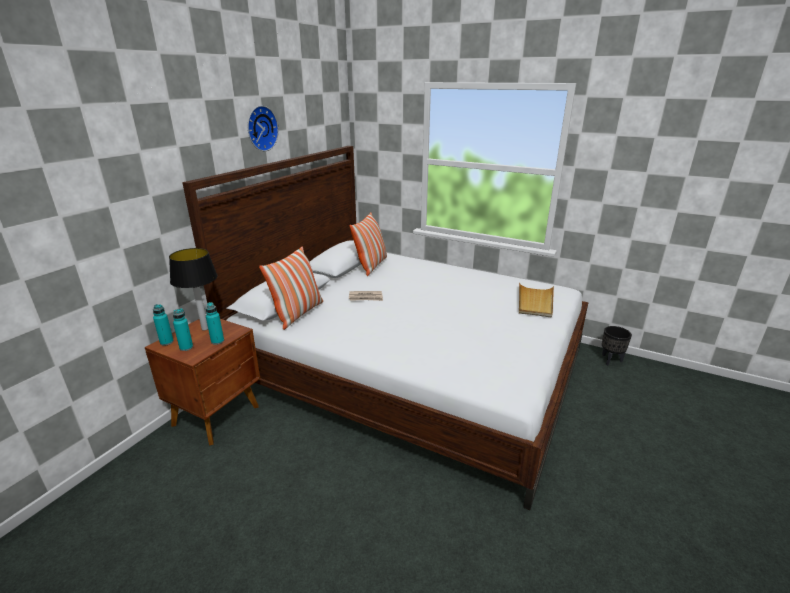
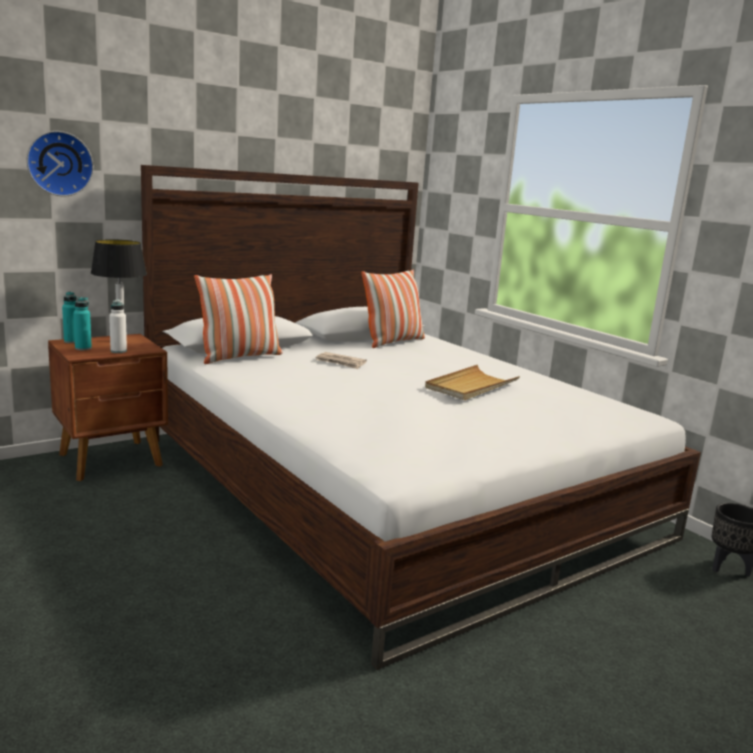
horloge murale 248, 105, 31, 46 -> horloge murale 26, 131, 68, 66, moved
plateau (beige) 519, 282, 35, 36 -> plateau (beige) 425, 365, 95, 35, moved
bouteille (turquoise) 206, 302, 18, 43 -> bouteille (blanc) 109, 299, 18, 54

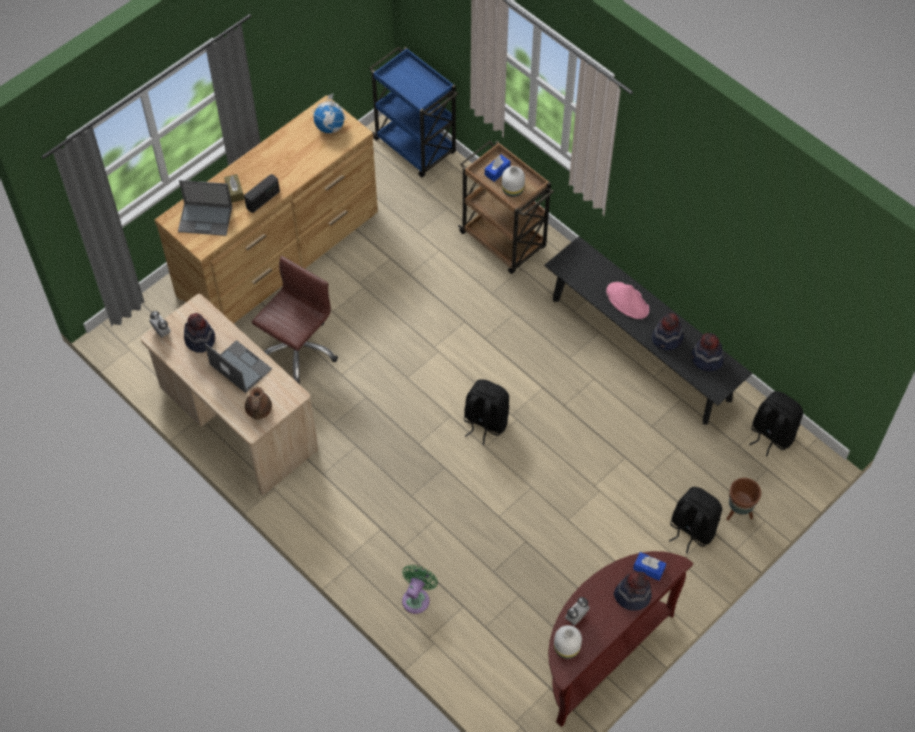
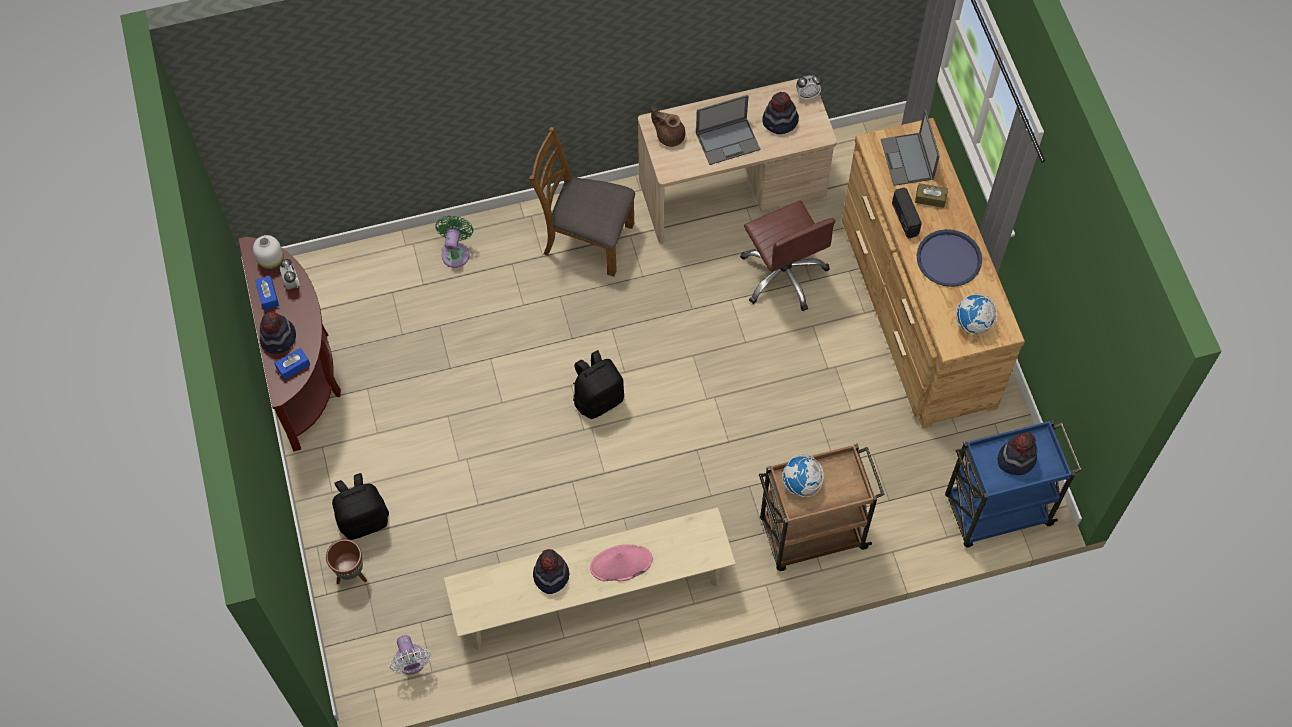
boîte à mouchoirs (bleu) 485, 155, 26, 27 -> boîte à mouchoirs (bleu) 255, 276, 24, 34, moved
vase (blanc) 502, 166, 23, 31 -> globe 782, 454, 42, 43
ordinateur portable 178, 180, 54, 56 -> ordinateur portable 881, 109, 59, 77, 45 degrees counterclockwise
banc (noir) 545, 236, 207, 189 -> banc (beige) 444, 507, 292, 143
chapeau 692, 333, 31, 38 -> chapeau 998, 432, 39, 43, moved
sac à dos (noir) 749, 391, 54, 65 -> ventilateur (blanc) 389, 635, 42, 39
ventilateur (vert) 402, 565, 36, 49 -> ventilateur (vert) 435, 216, 38, 52, 135 degrees counterclockwise
none -> chaise (marron) 529, 127, 106, 150
none -> plateau (bleu) 917, 229, 65, 58

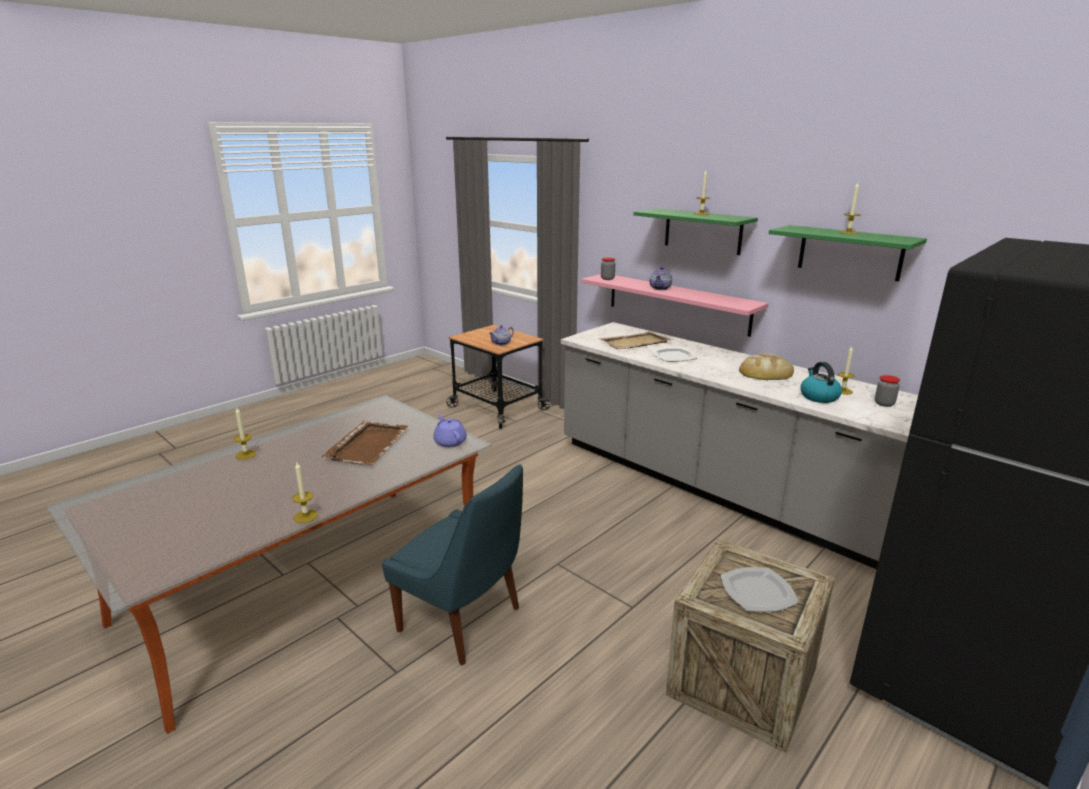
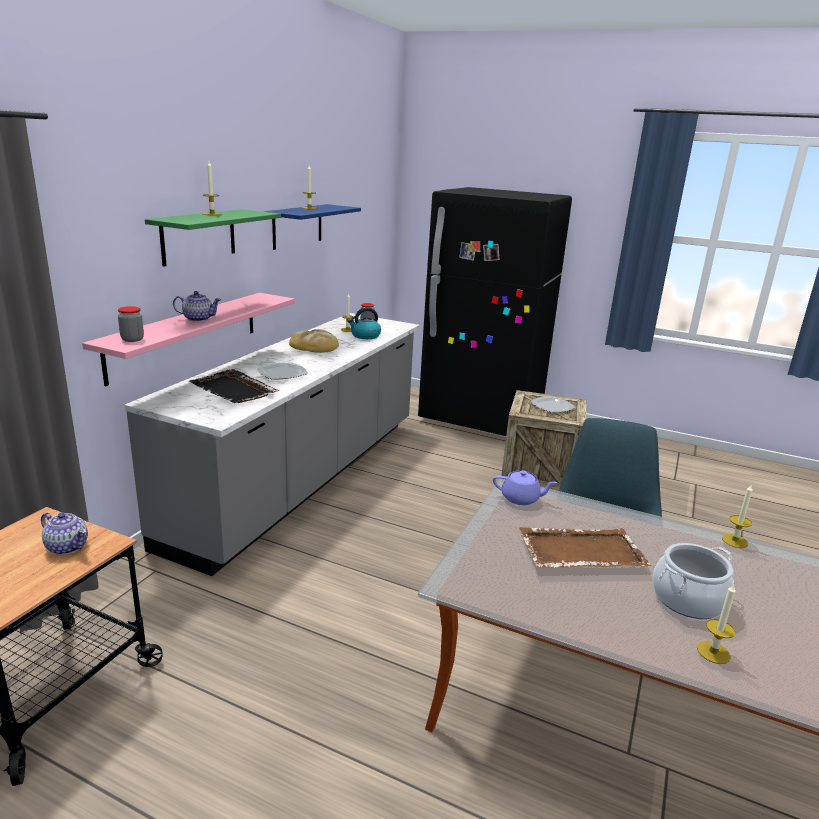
étagère (vert) 769, 225, 158, 57 -> étagère (bleu) 264, 204, 97, 46
plateau (beige) 598, 331, 75, 18 -> plateau (noir) 188, 369, 91, 34
théière (violet) 433, 414, 34, 33 -> théière (violet) 493, 470, 64, 35, 120 degrees counterclockwise
none -> marmite 653, 543, 81, 76

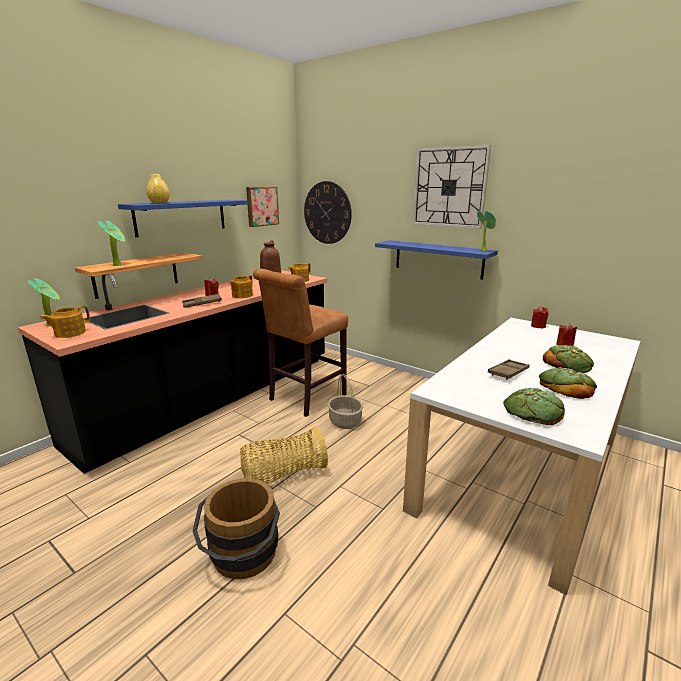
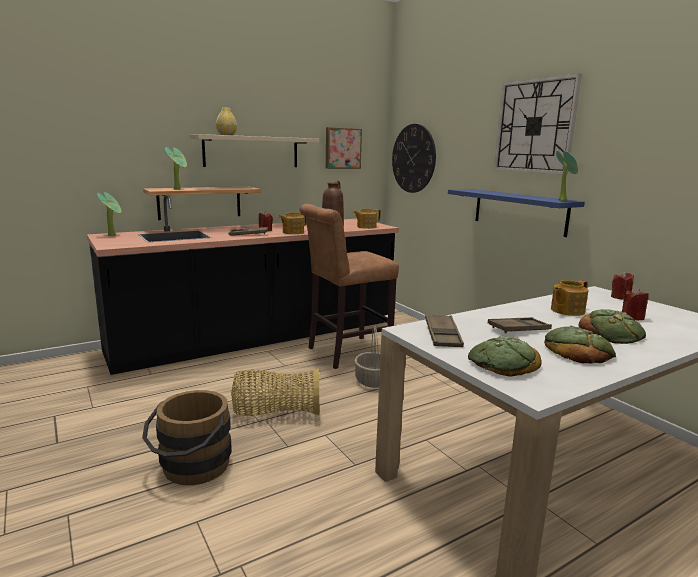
étagère (bleu) 118, 200, 130, 37 -> étagère (beige) 190, 134, 129, 33
théière 40, 305, 50, 33 -> théière 551, 280, 37, 36, moved
none -> plateau (marron) 425, 314, 39, 33

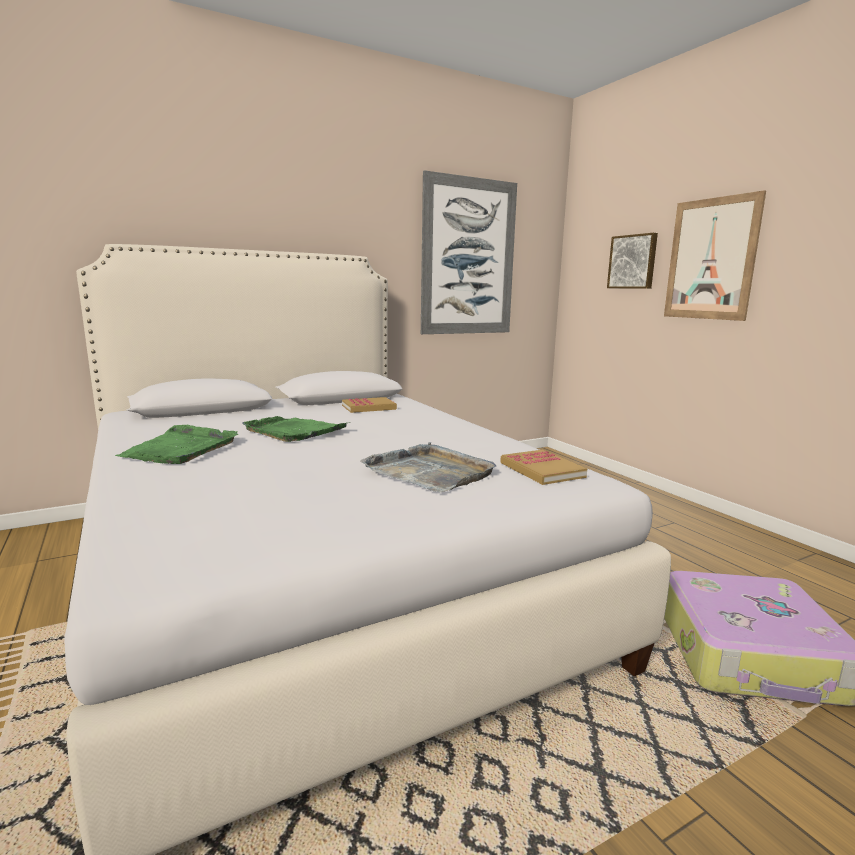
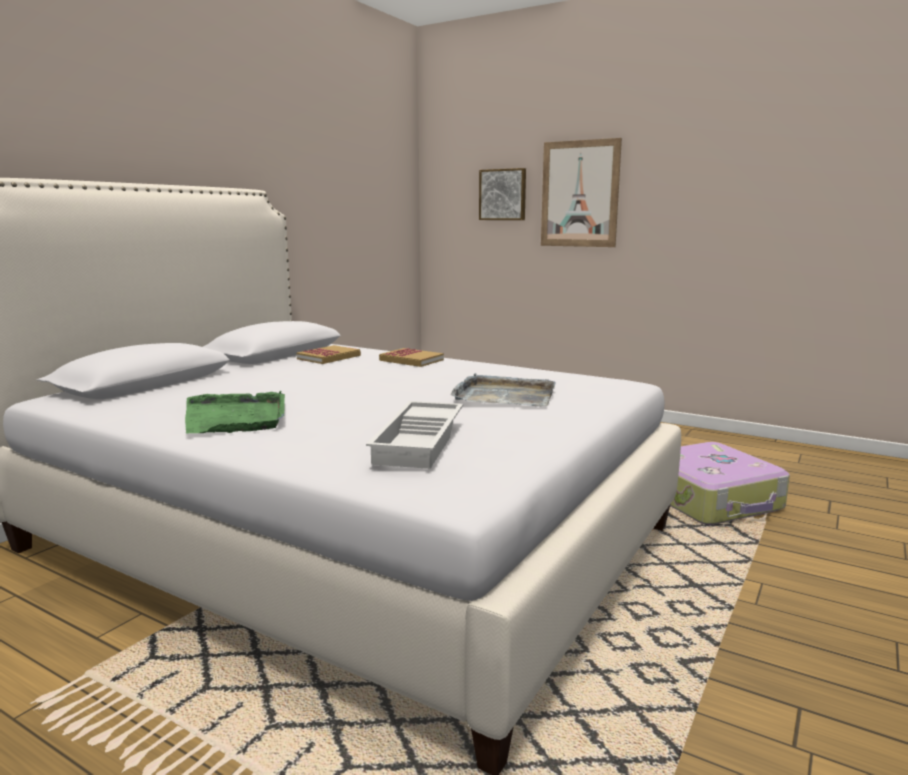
tableau 421, 170, 96, 164 -> none
plateau (vert) 242, 416, 105, 26 -> none
livre 500, 450, 87, 35 -> livre 379, 348, 65, 19, moved
none -> plateau (blanc) 366, 401, 97, 68

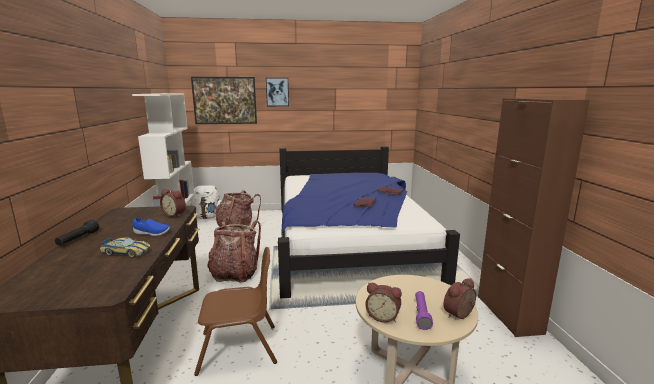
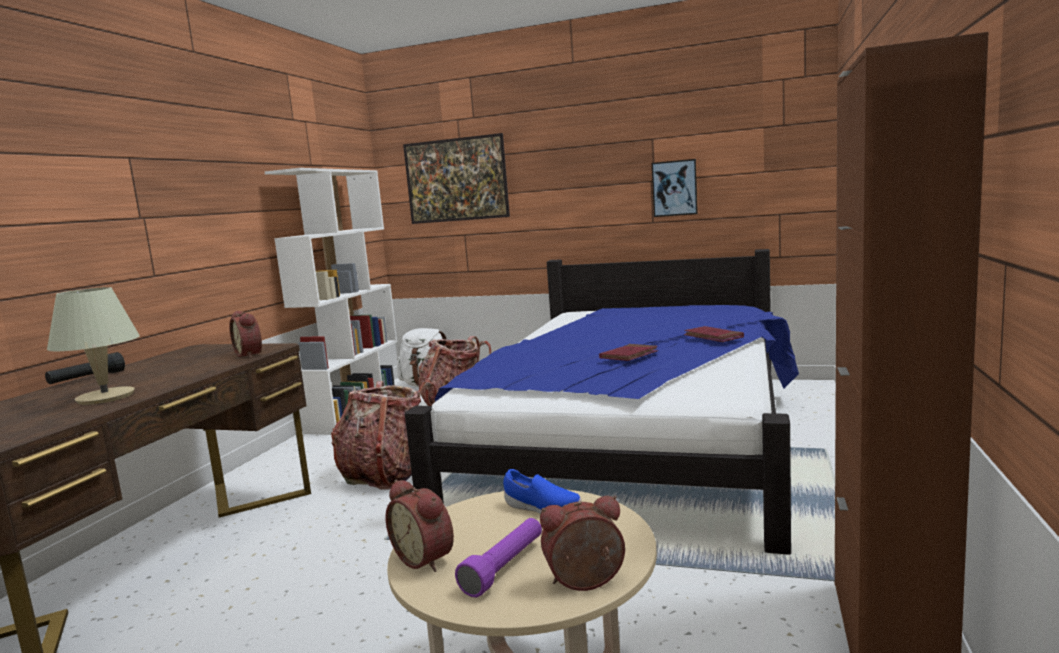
tableau 266, 78, 23, 28 -> tableau 652, 159, 46, 58, moved
chaussure (bleu) 132, 217, 38, 19 -> chaussure (bleu) 503, 469, 79, 45, moved
petite voiture 100, 237, 51, 20 -> lampe de table (beige) 47, 287, 93, 118
chaise (marron) 194, 247, 83, 129 -> none

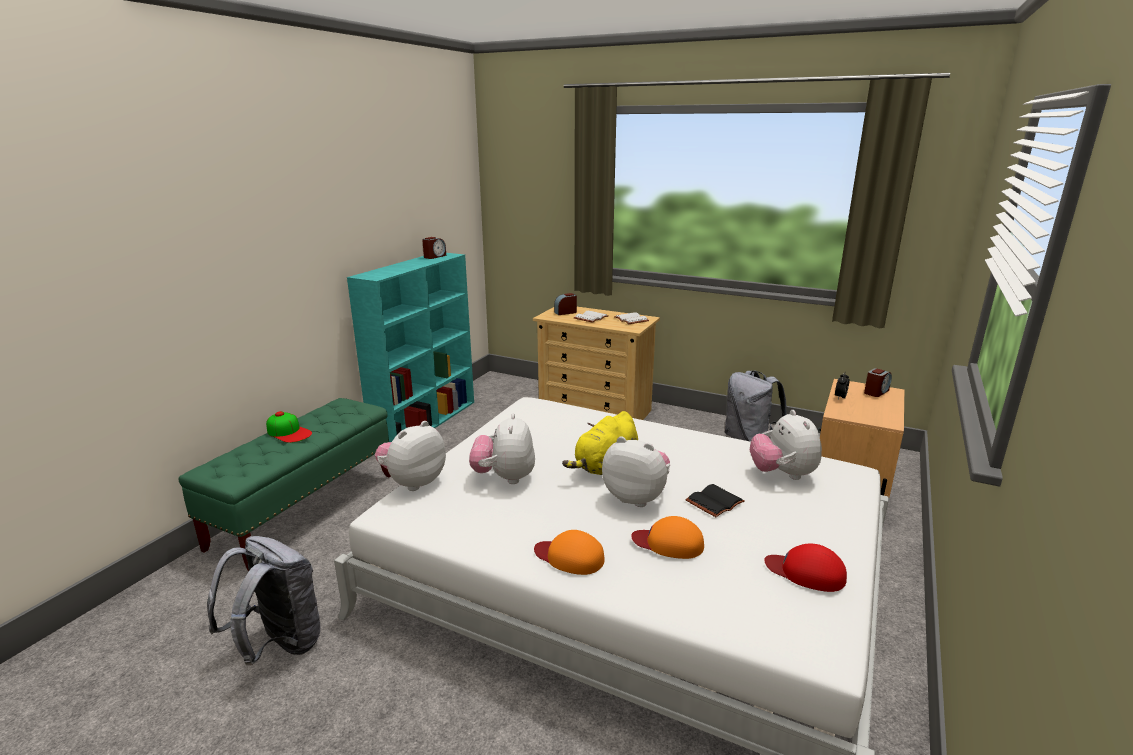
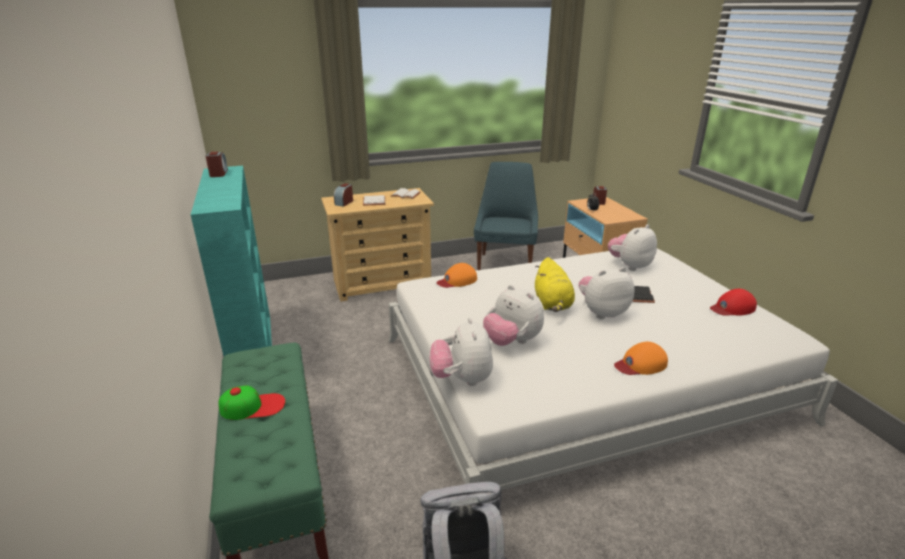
sac à dos (gris) 725, 371, 62, 71 -> chaise (bleu) 474, 162, 64, 108
peluche 750, 410, 72, 70 -> peluche 608, 225, 49, 46, 105 degrees clockwise
casquette (orange) 631, 516, 73, 43 -> casquette (orange) 436, 263, 41, 25, moved

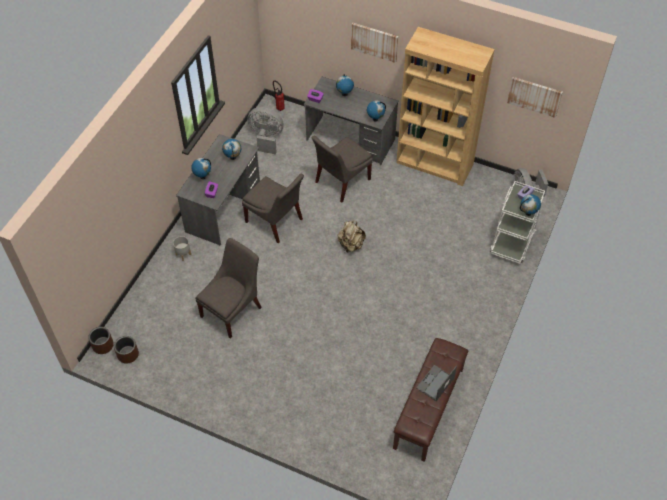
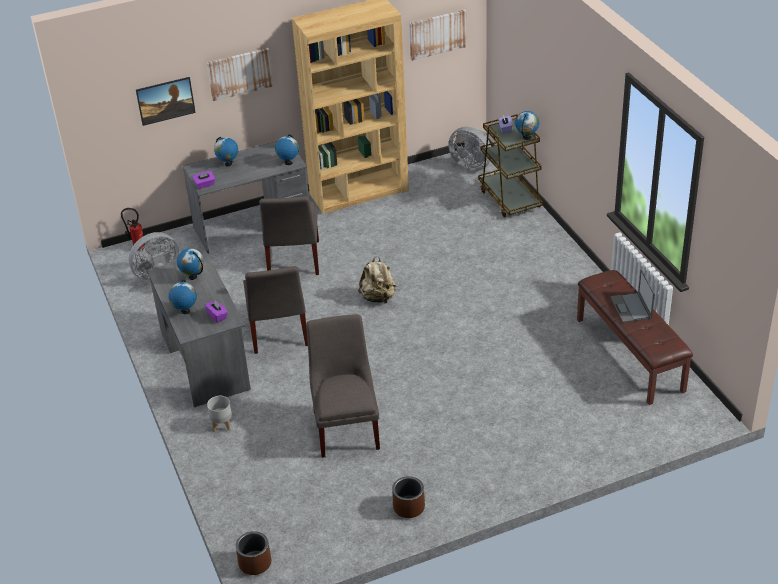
chaise (gris) 242, 174, 62, 70 -> chaise (gris) 243, 266, 65, 88, 90 degrees clockwise
chariot (blanc) 490, 181, 55, 83 -> chariot (marron) 478, 114, 65, 103
cache-pot (marron) 114, 336, 25, 28 -> cache-pot (marron) 392, 476, 33, 42, moved
none -> tableau 136, 77, 60, 49

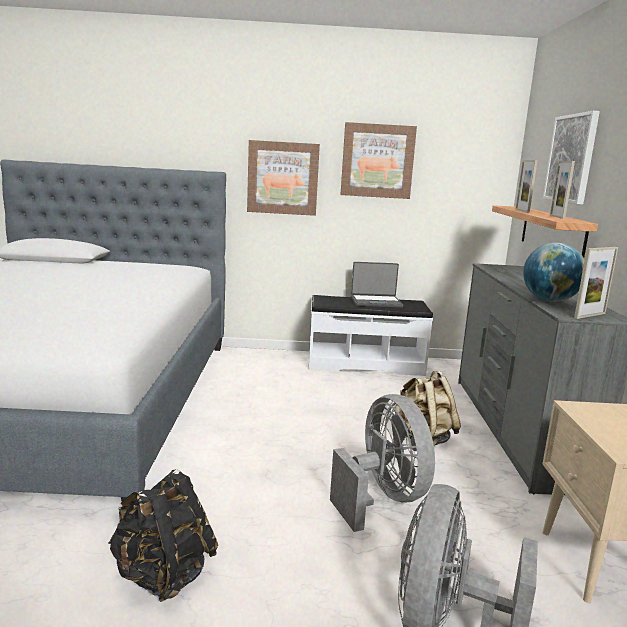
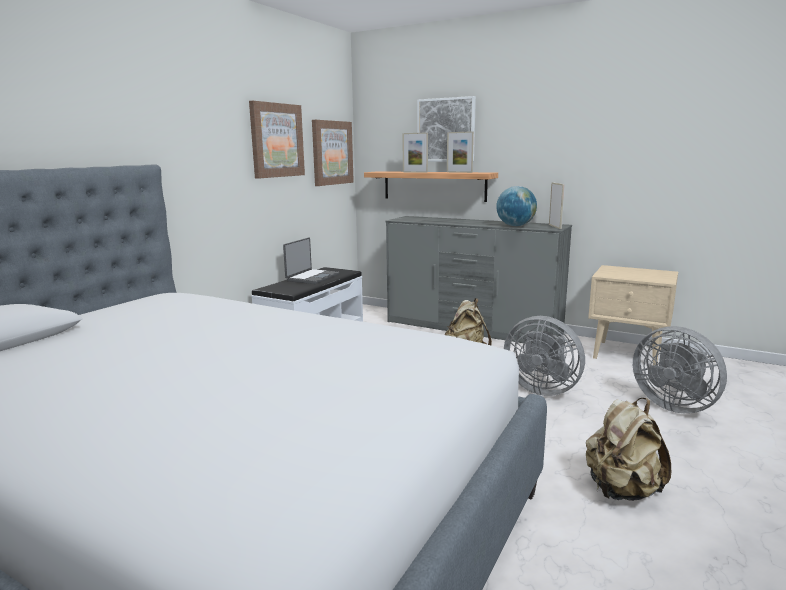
tableau 247, 140, 73, 76 -> tableau 312, 120, 42, 66, moved
ventilateur (gris) 330, 394, 105, 138 -> ventilateur (gris) 504, 316, 81, 80, 150 degrees counterclockwise
sac à dos (noir) 108, 469, 110, 133 -> sac à dos (beige) 586, 398, 85, 103

